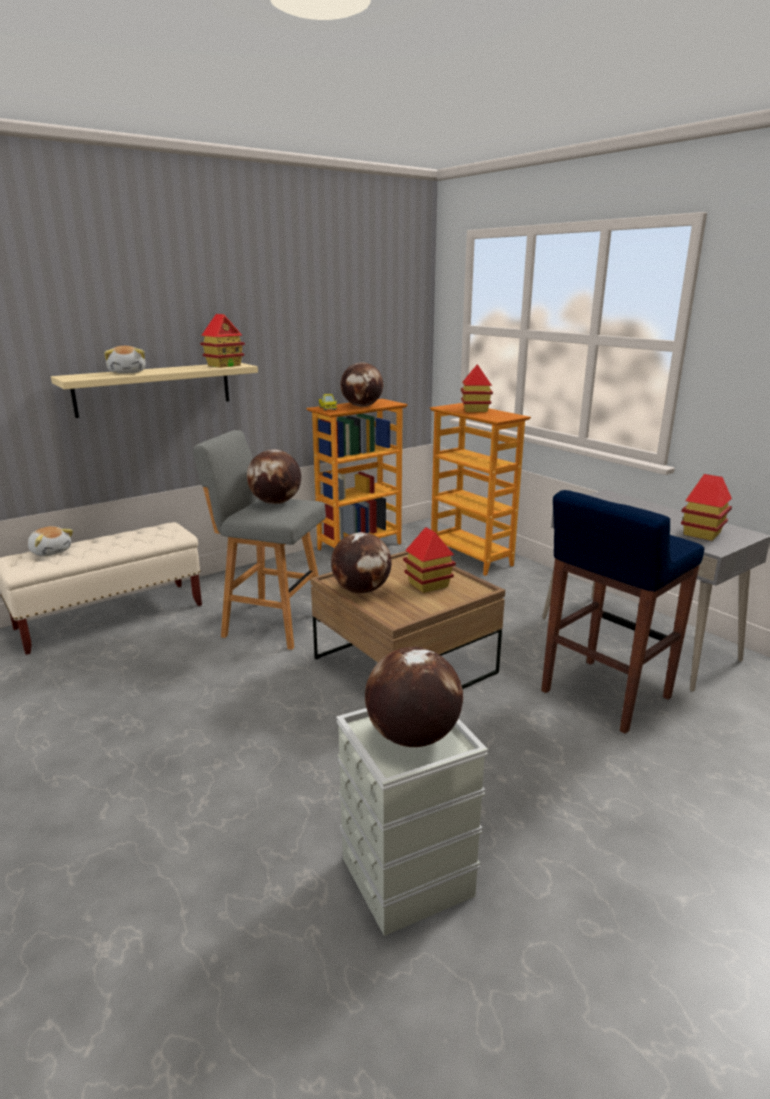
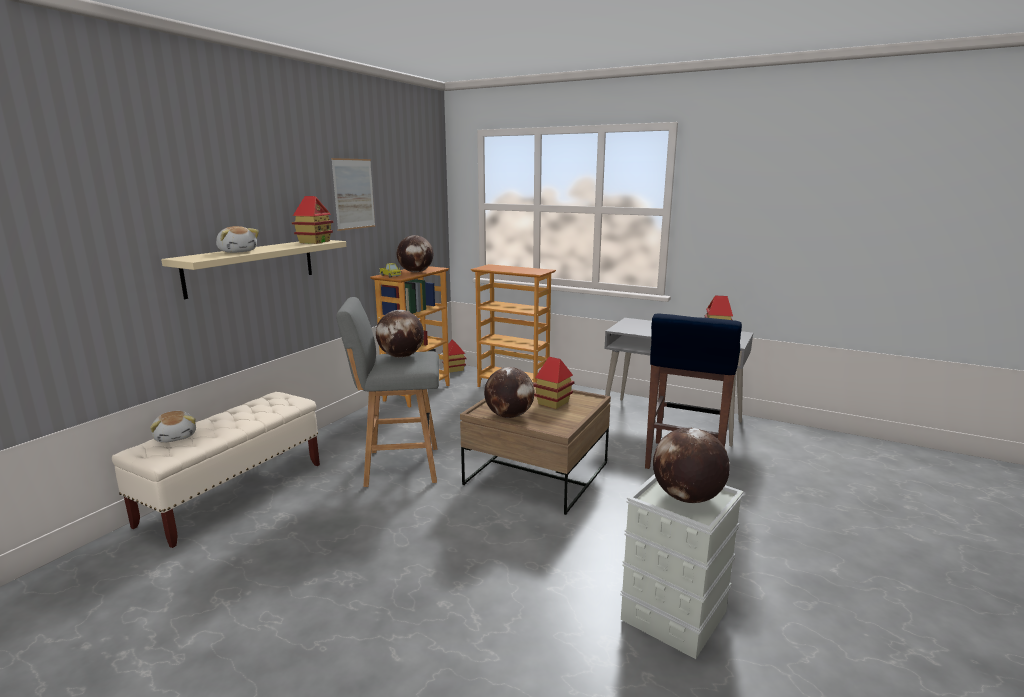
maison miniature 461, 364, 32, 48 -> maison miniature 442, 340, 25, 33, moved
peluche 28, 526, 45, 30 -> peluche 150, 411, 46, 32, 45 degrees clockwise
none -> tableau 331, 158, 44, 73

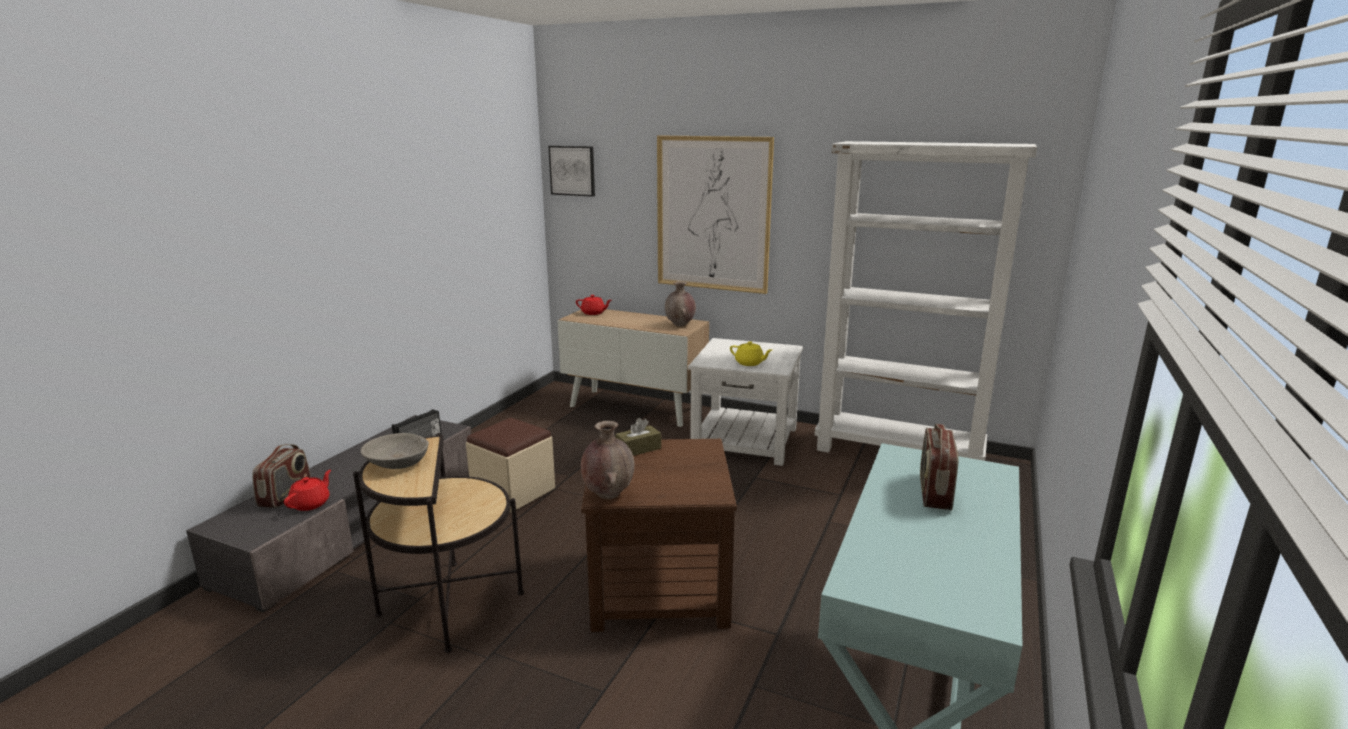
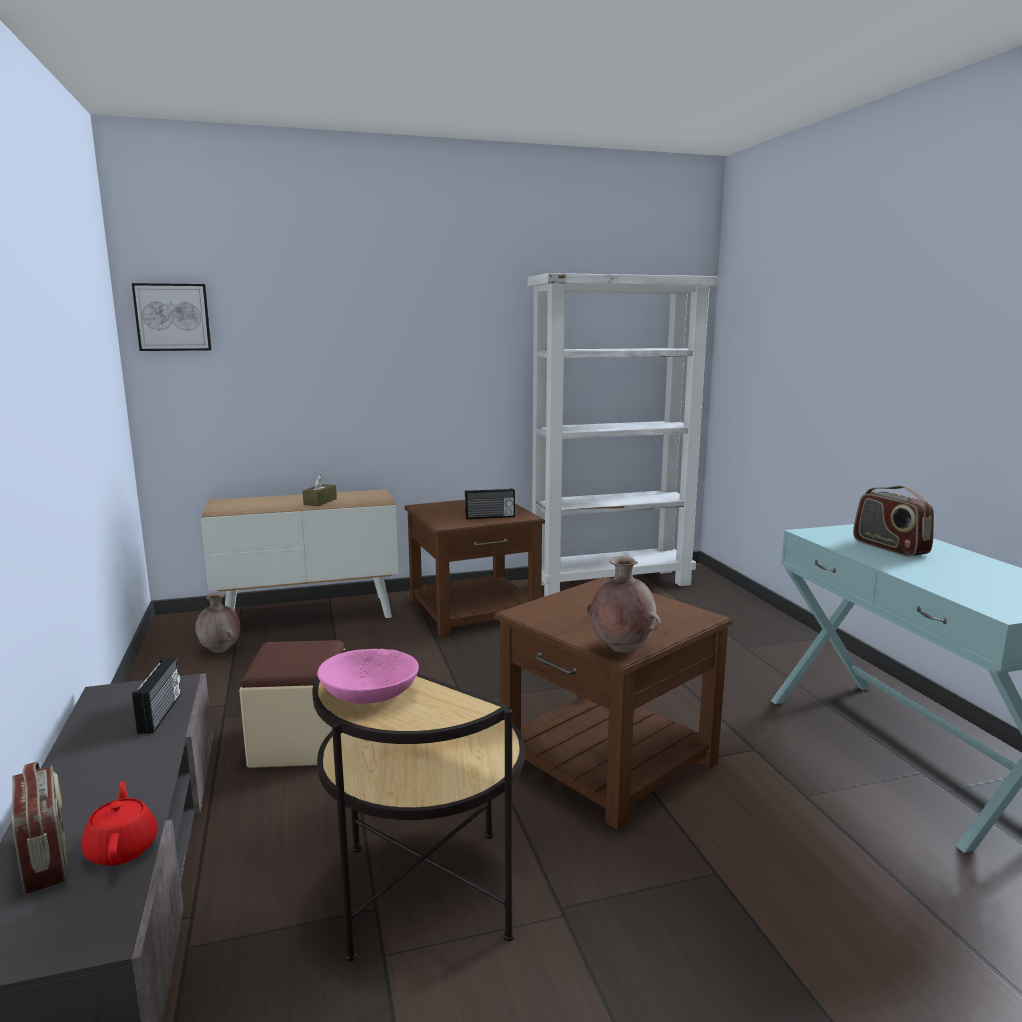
tableau 657, 135, 117, 159 -> none
vase (marron) 665, 281, 31, 45 -> vase (marron) 195, 592, 45, 61, moved
théière (rouge) 576, 295, 35, 20 -> none
table d'appoint (blanc) 688, 338, 115, 128 -> table d'appoint (marron) 404, 500, 141, 138
théière (jaune) 730, 341, 42, 25 -> radio 465, 488, 50, 31
boîte à mouchoirs (marron) 616, 418, 45, 38 -> boîte à mouchoirs (marron) 303, 474, 34, 32, moved
bol (gris) 361, 433, 68, 36 -> bol (rose) 317, 649, 102, 55

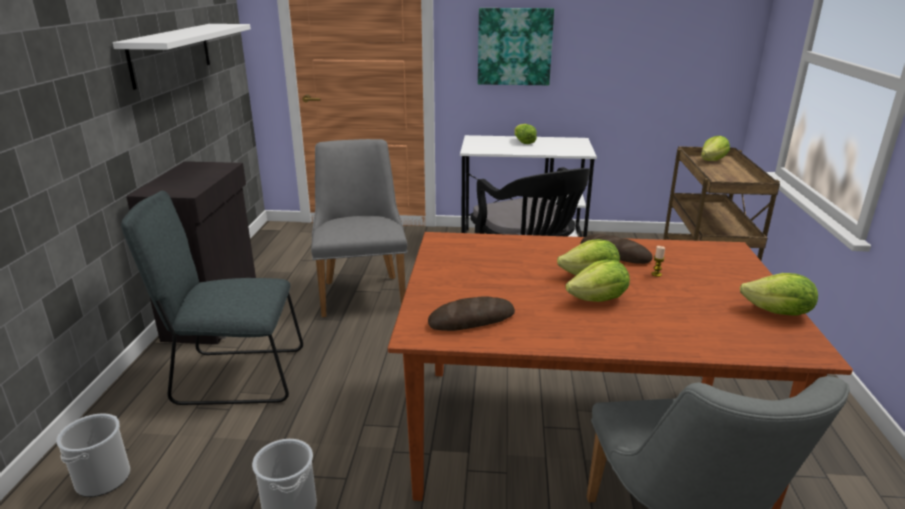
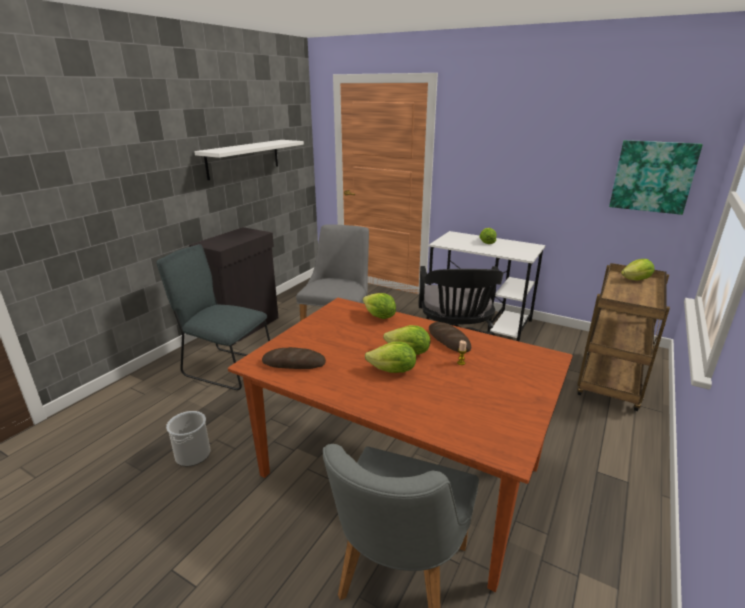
tableau 478, 8, 76, 77 -> tableau 609, 140, 94, 75, moved
laitue 740, 273, 78, 43 -> laitue 363, 293, 33, 26, moved
seau 56, 413, 74, 84 -> none

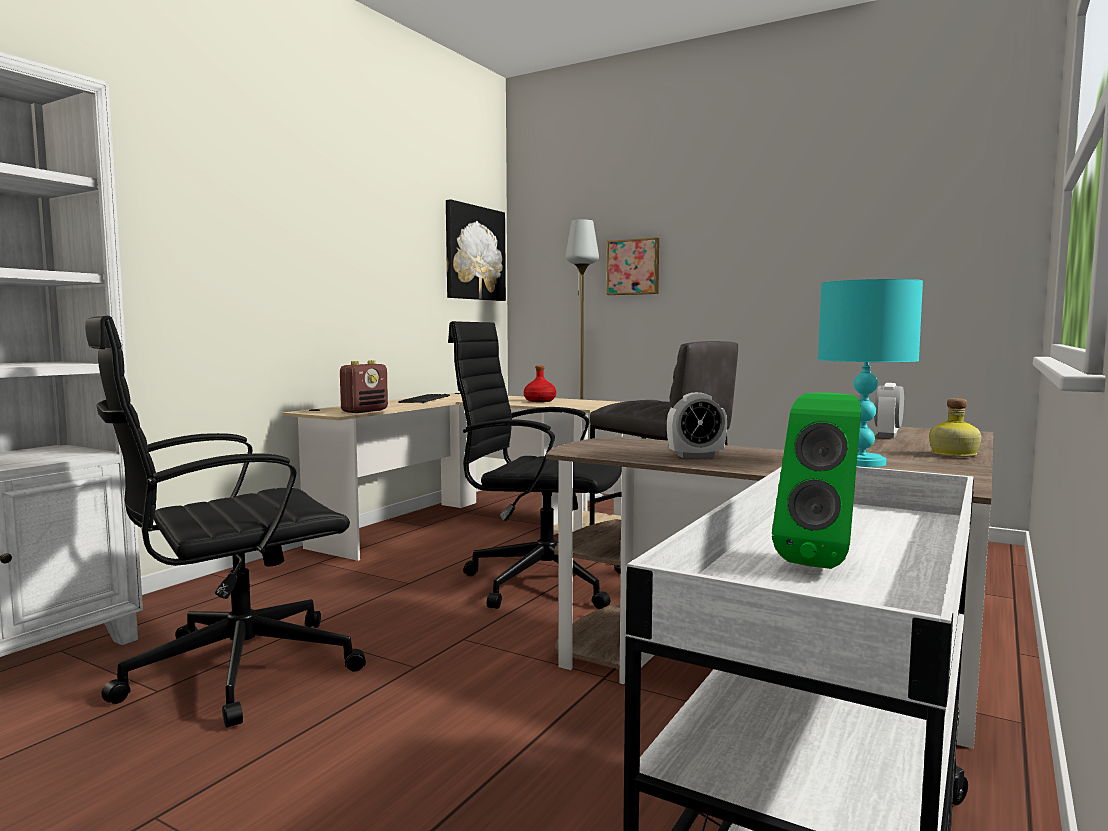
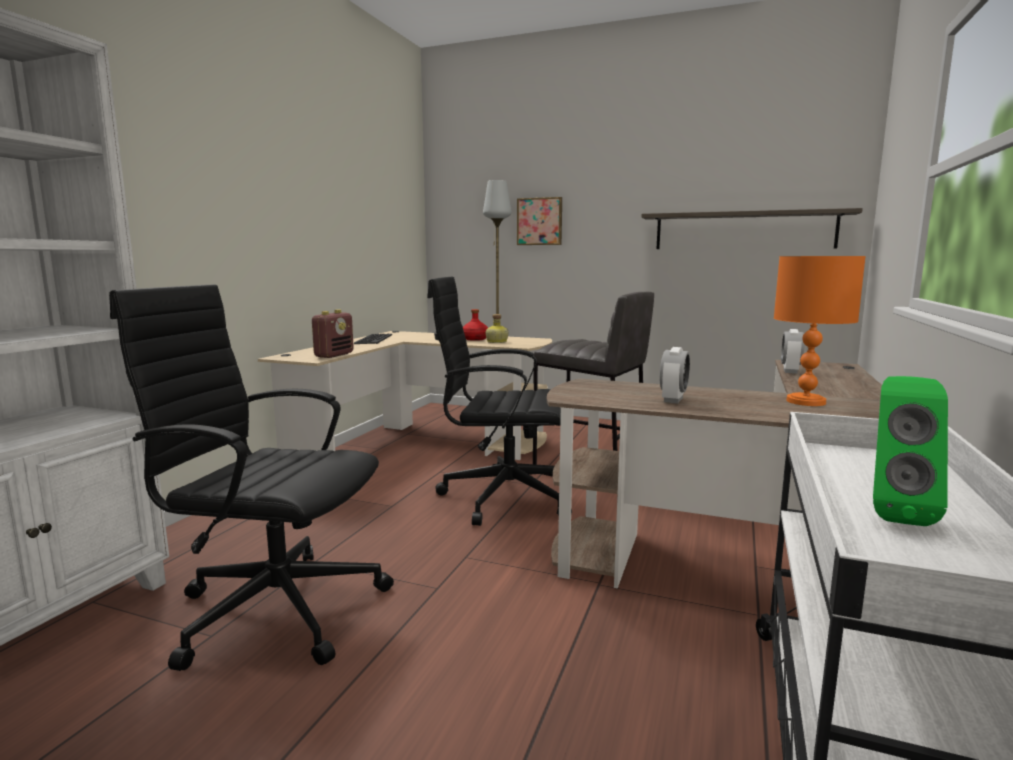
tableau 446, 199, 60, 102 -> none
lampe de table (turquoise) 818, 279, 105, 188 -> lampe de table (orange) 774, 256, 92, 150
chaise de bureau (noir) 85, 316, 281, 412 -> chaise de bureau (noir) 109, 284, 285, 387, 60 degrees clockwise
réveil 667, 393, 60, 65 -> réveil 660, 347, 30, 56, 45 degrees counterclockwise
bouteille 929, 398, 53, 59 -> bouteille 486, 314, 22, 29, moved
none -> étagère 641, 208, 222, 41

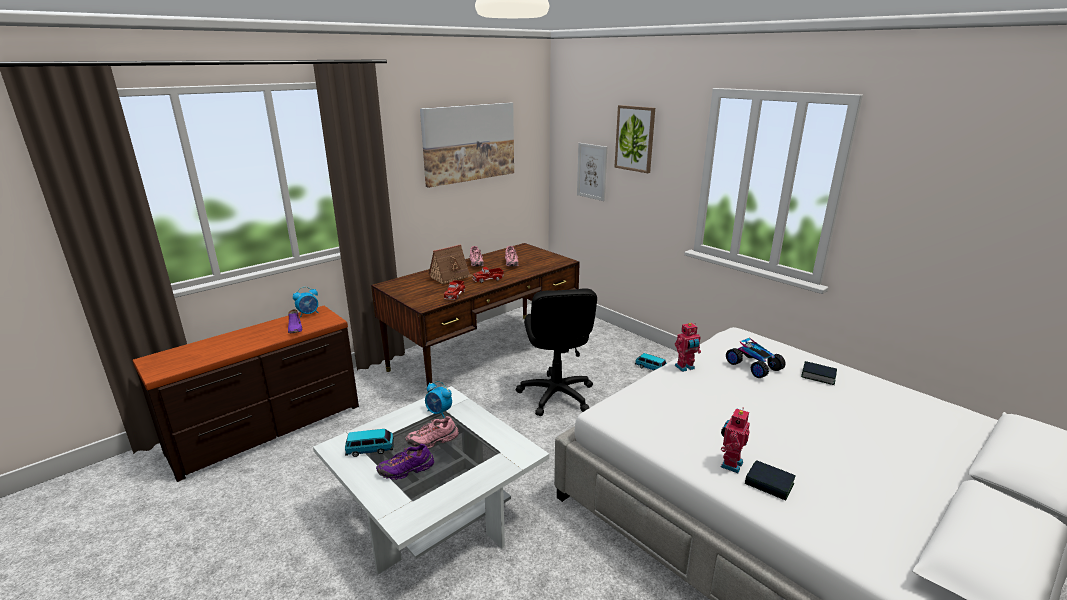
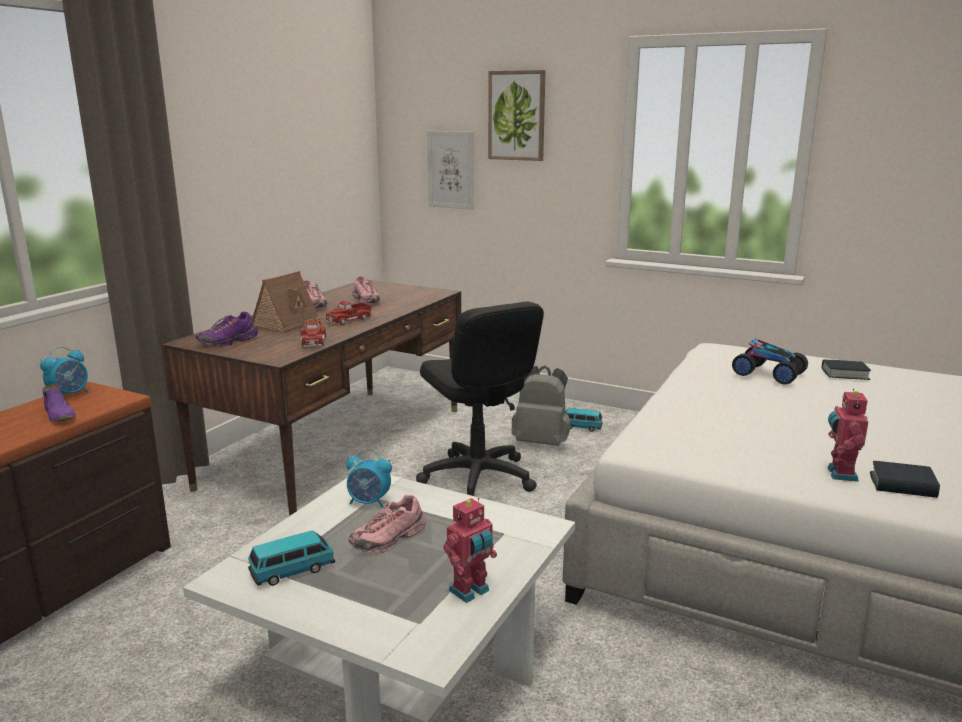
tableau 420, 102, 94, 86 -> none
robot jouet 675, 323, 26, 49 -> robot jouet 443, 497, 54, 106, moved
chaussure (violet) 376, 444, 58, 36 -> chaussure (violet) 196, 312, 62, 35, moved
none -> sac à dos (gris) 511, 366, 59, 80

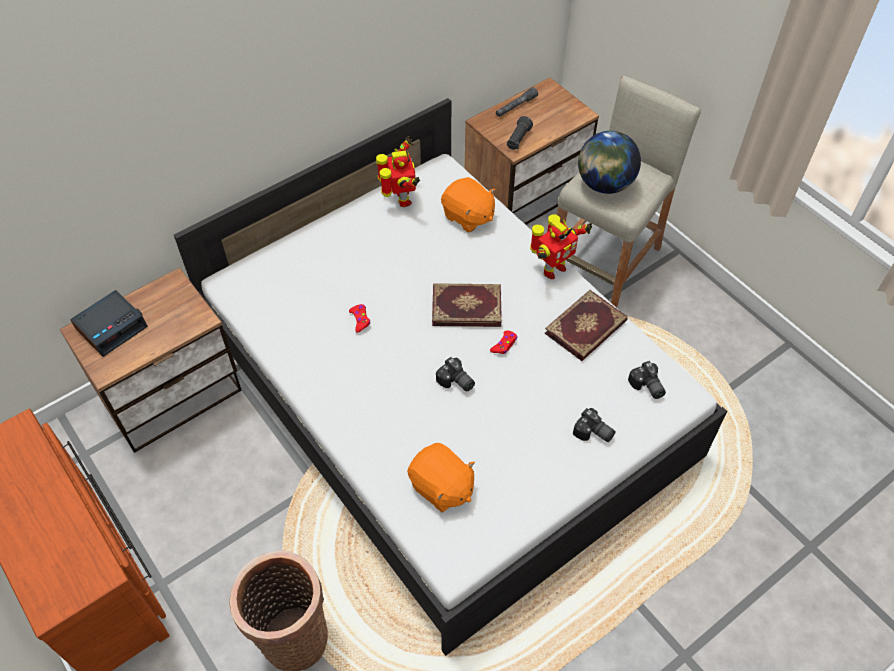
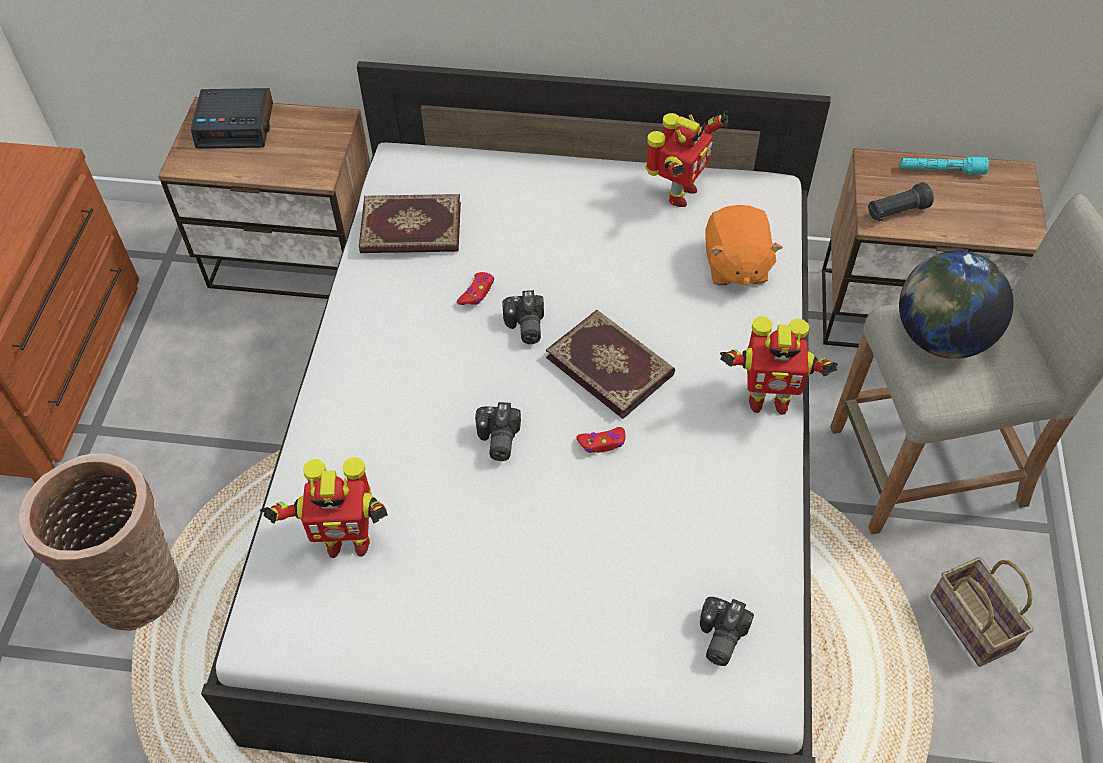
lampe de poche (gris) 496, 87, 42, 30 -> lampe de poche (turquoise) 900, 157, 89, 18
livre 545, 290, 83, 71 -> livre 359, 194, 102, 59, moved
appareil photo 573, 408, 43, 34 -> appareil photo 502, 290, 42, 54, moved
peluche (orange) 407, 443, 68, 70 -> robot jouet 260, 457, 128, 101
none -> panier 930, 557, 104, 110

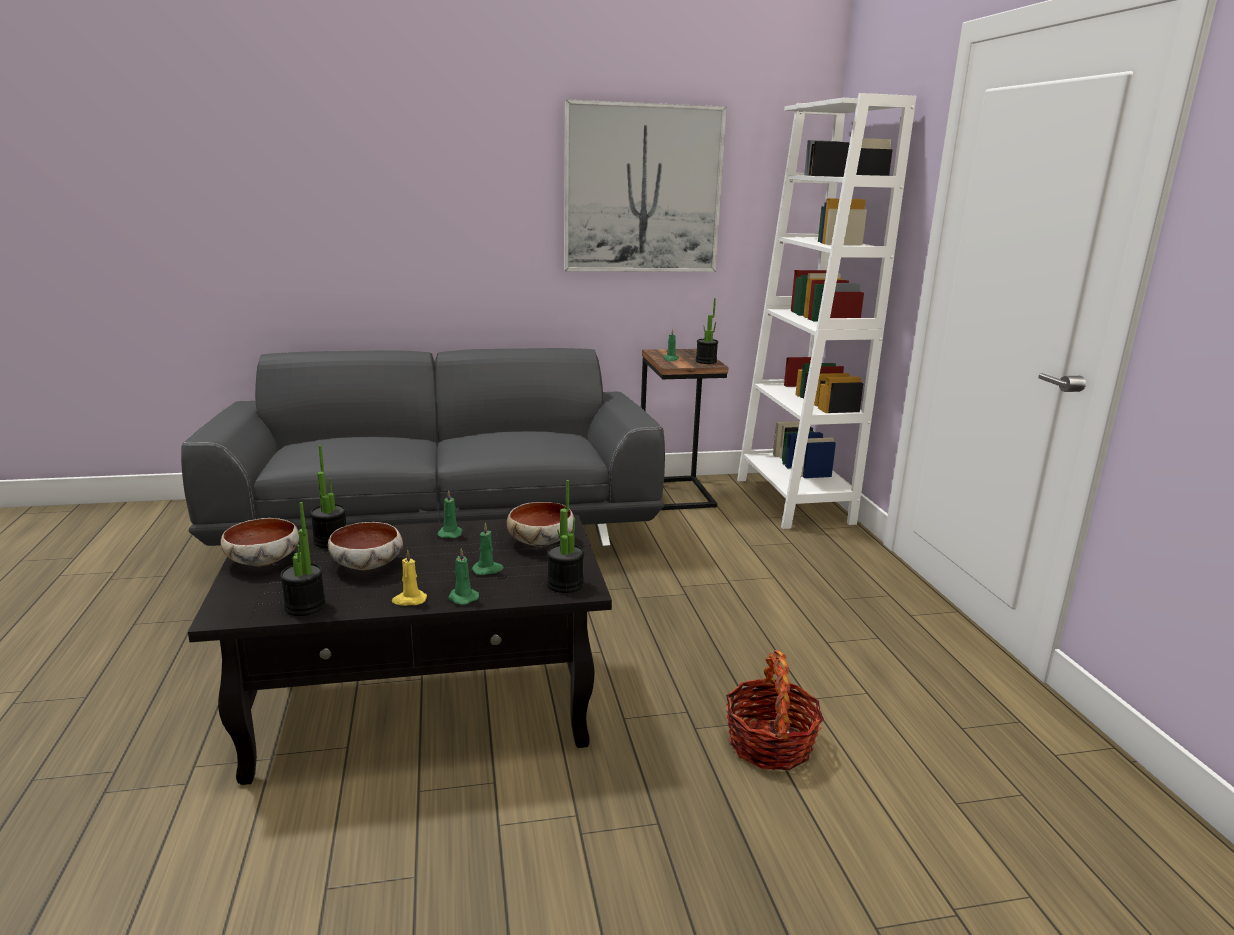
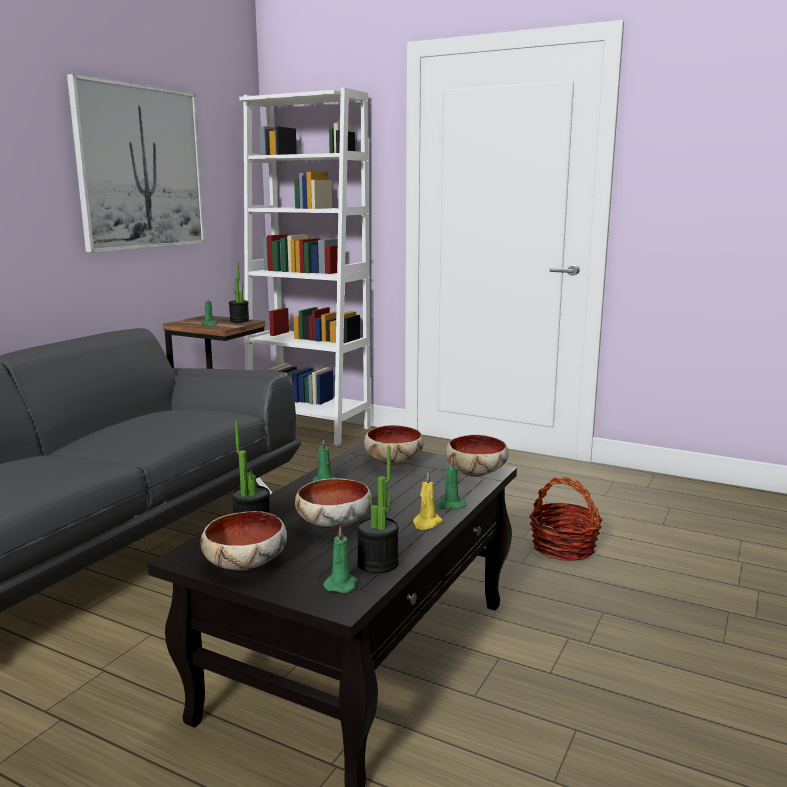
plante en pot 547, 480, 37, 113 -> bol 445, 435, 63, 42
bougie (vert) 472, 523, 32, 52 -> bougie (vert) 323, 526, 35, 67, moved

